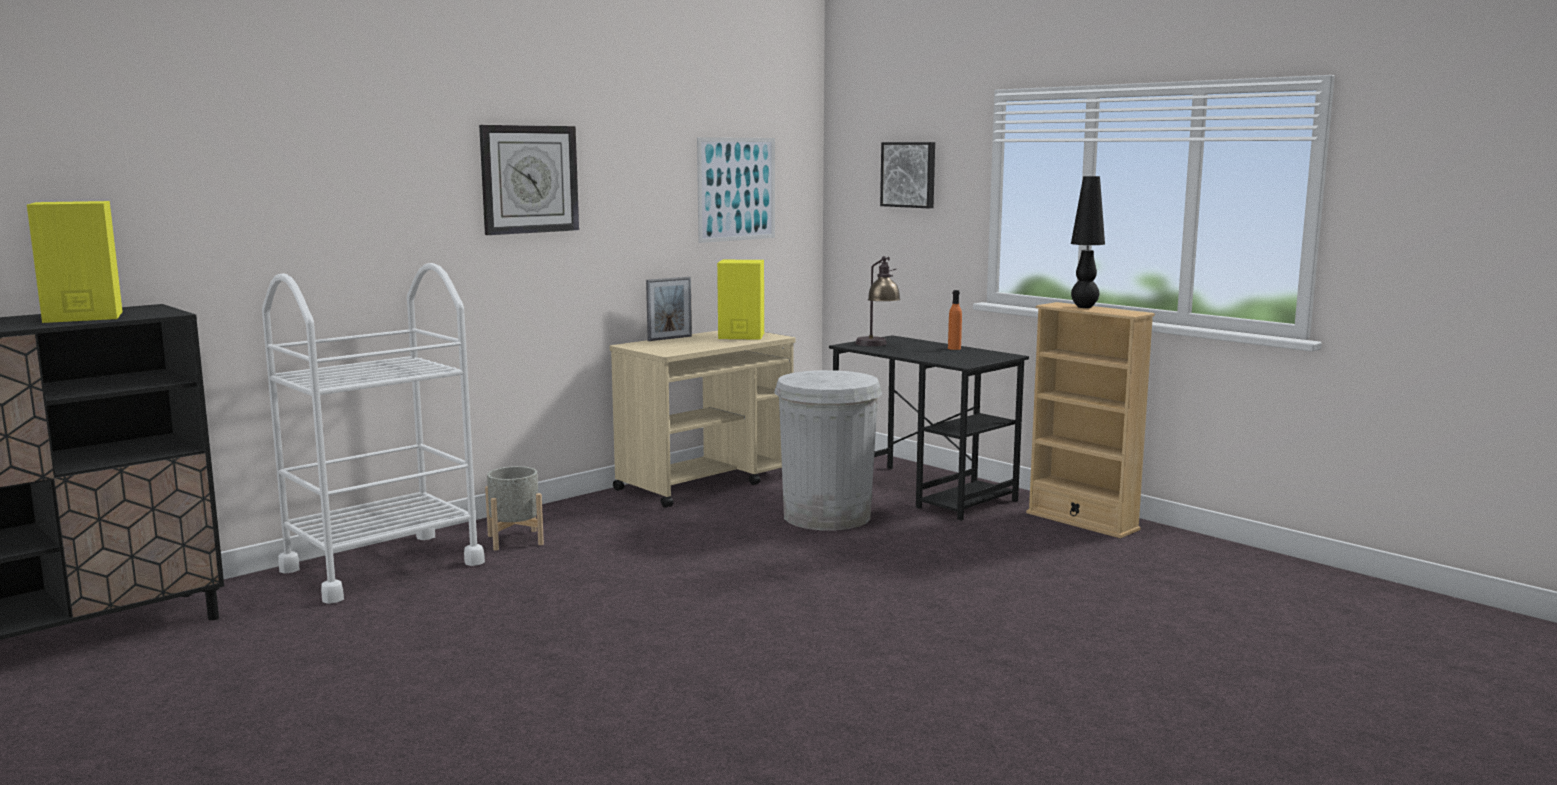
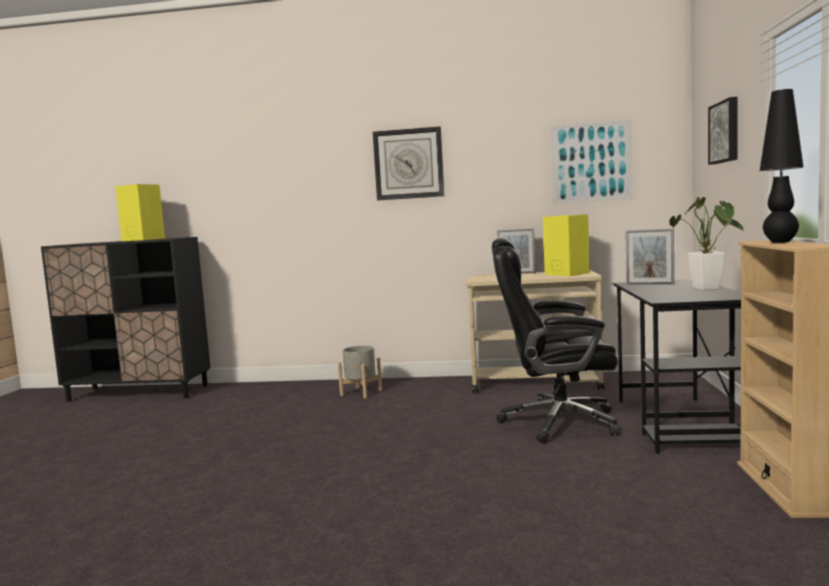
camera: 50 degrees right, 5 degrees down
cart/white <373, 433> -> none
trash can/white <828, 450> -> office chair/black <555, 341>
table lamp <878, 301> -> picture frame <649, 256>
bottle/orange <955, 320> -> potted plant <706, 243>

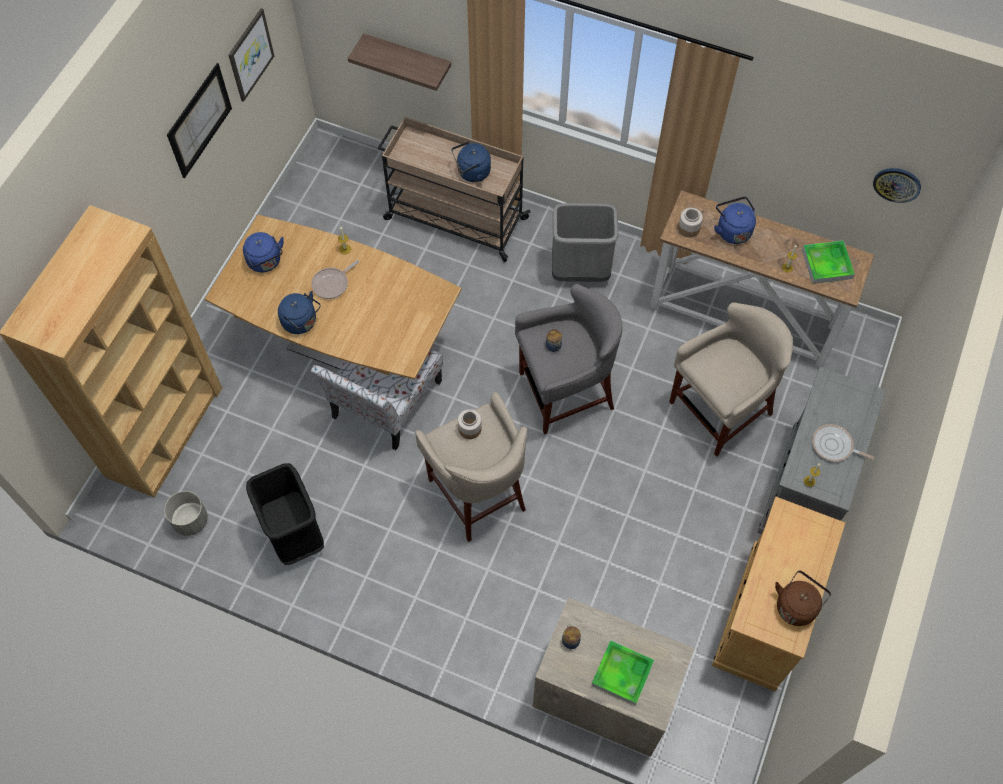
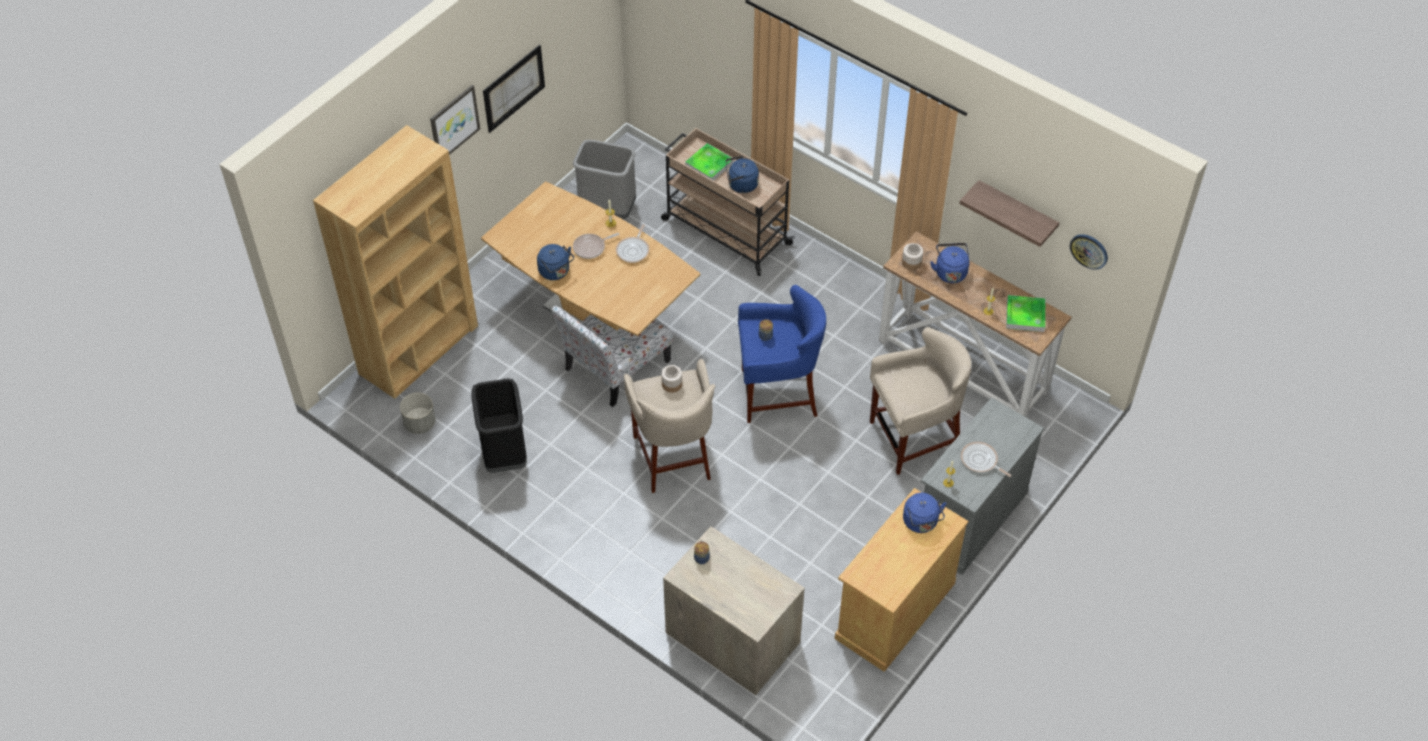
camera: 15 degrees right, 10 degrees down
picture <251, 55> -> picture <455, 120>, relocated
kettle/blue <263, 252> -> kettle/blue <925, 513>, relocated
shelf <399, 62> -> shelf <1009, 213>, relocated
stool/grey <568, 359> -> stool/blue <782, 354>
trash can/grey <585, 242> -> trash can/grey <604, 179>, relocated
tray <623, 673> -> tray <709, 162>, relocated
kettle/brown <803, 598> -> none
none -> frying pan <632, 243>

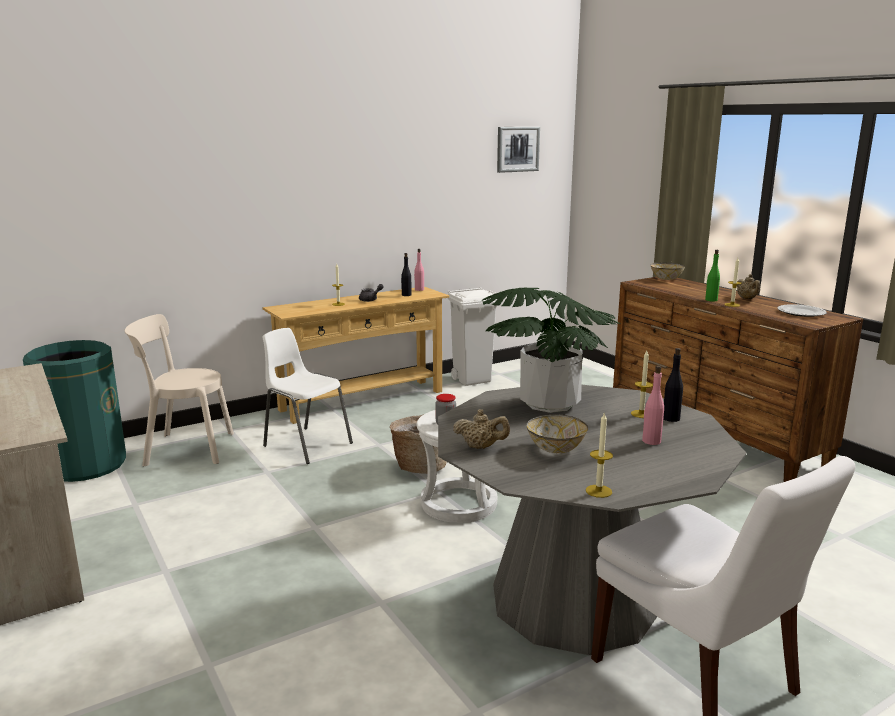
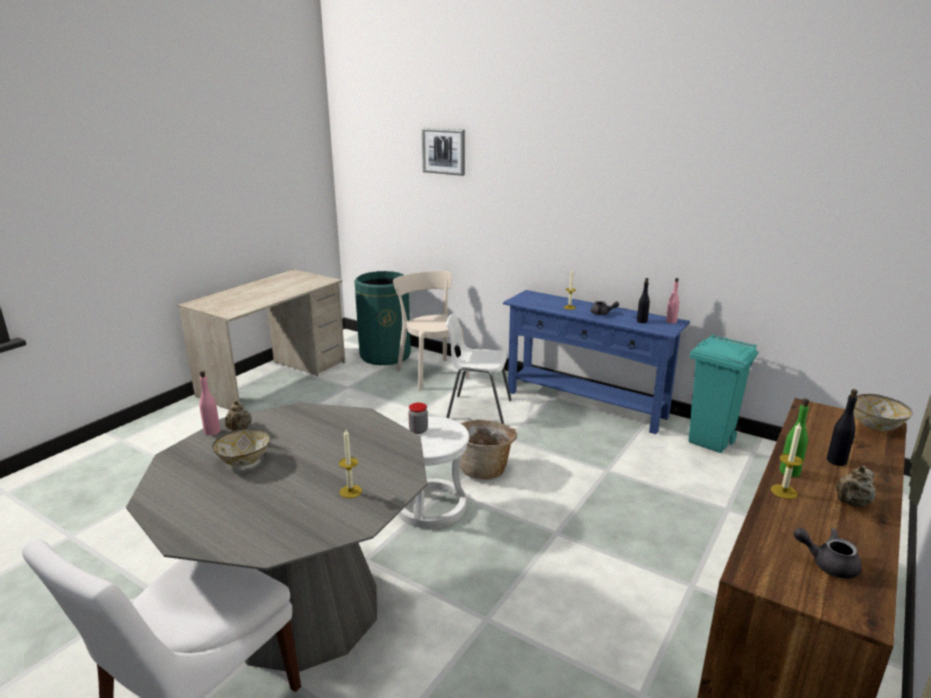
camera: 65 degrees right, 5 degrees up
console table/beige <356, 355> -> console table/blue <596, 362>
chair/white <308, 396> -> chair/white <479, 368>, 90 degrees counterclockwise
trash can/white <475, 336> -> trash can/turquoise <723, 393>
potted plant <551, 350> -> none
picture <518, 150> -> picture <443, 152>, relocated
candle <599, 455> -> none
bottle/pink <653, 405> -> bottle/pink <209, 403>, relocated
bottle/black <673, 385> -> bottle/black <842, 427>, relocated
plate <802, 310> -> teapot/grey <827, 553>

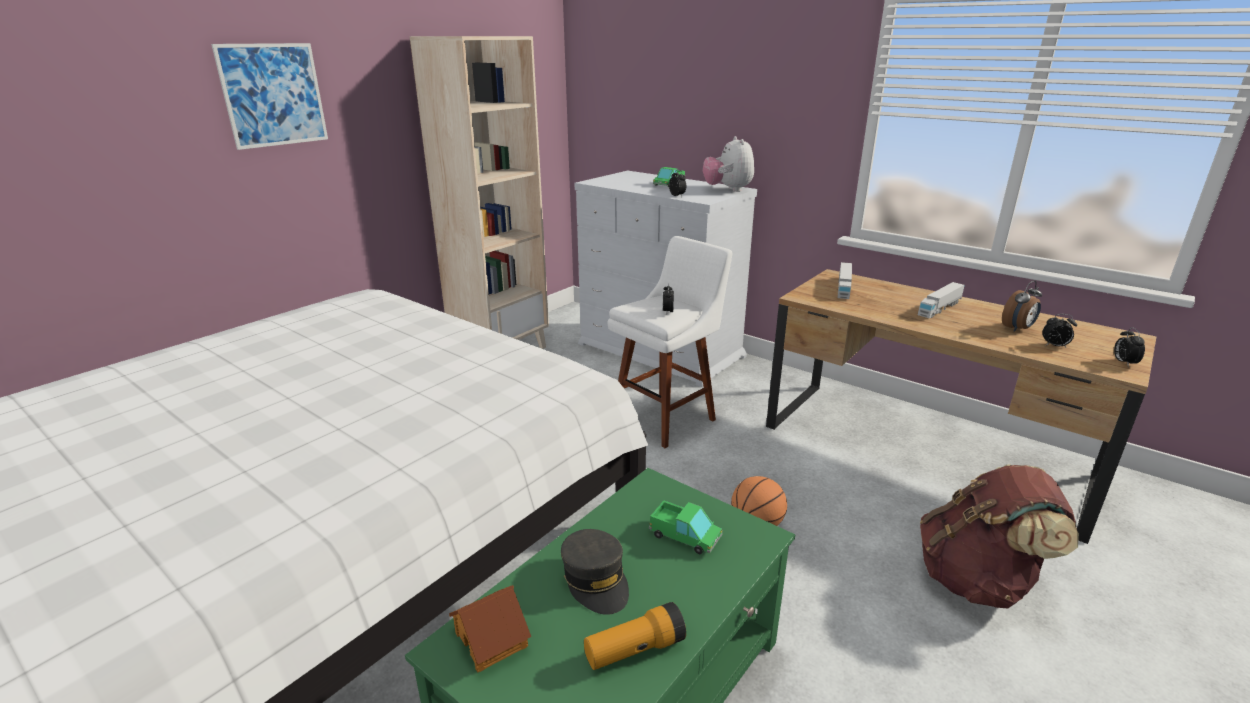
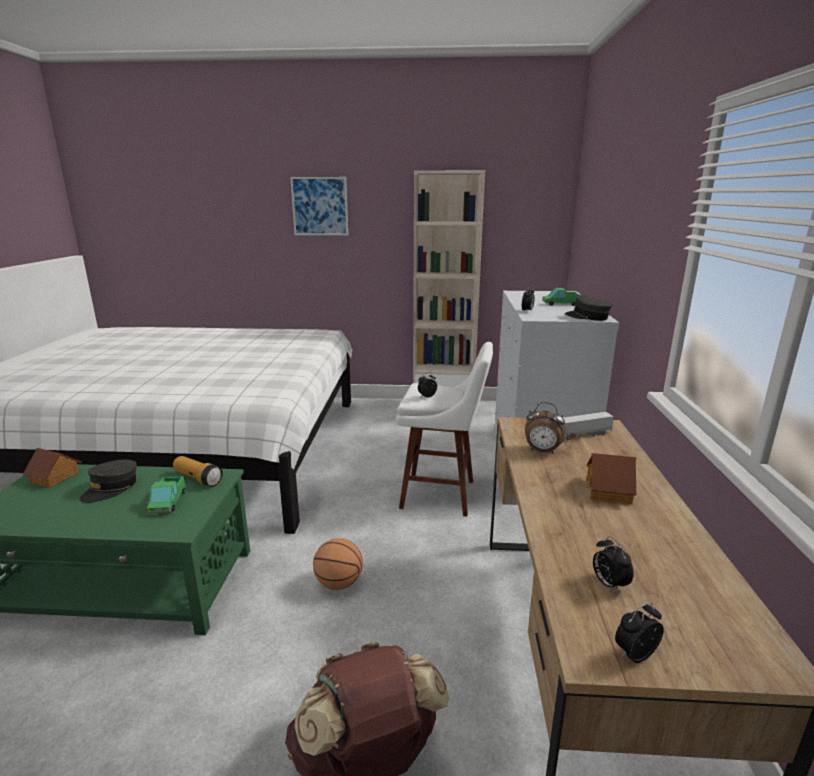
camera: 55 degrees right, 5 degrees down
flashlight <635, 636> -> flashlight <198, 471>, relocated
plush toy <728, 164> -> cap/grey <588, 308>
toy truck <941, 300> -> toy house <611, 478>
alarm clock <1022, 306> -> alarm clock <545, 428>, relocated

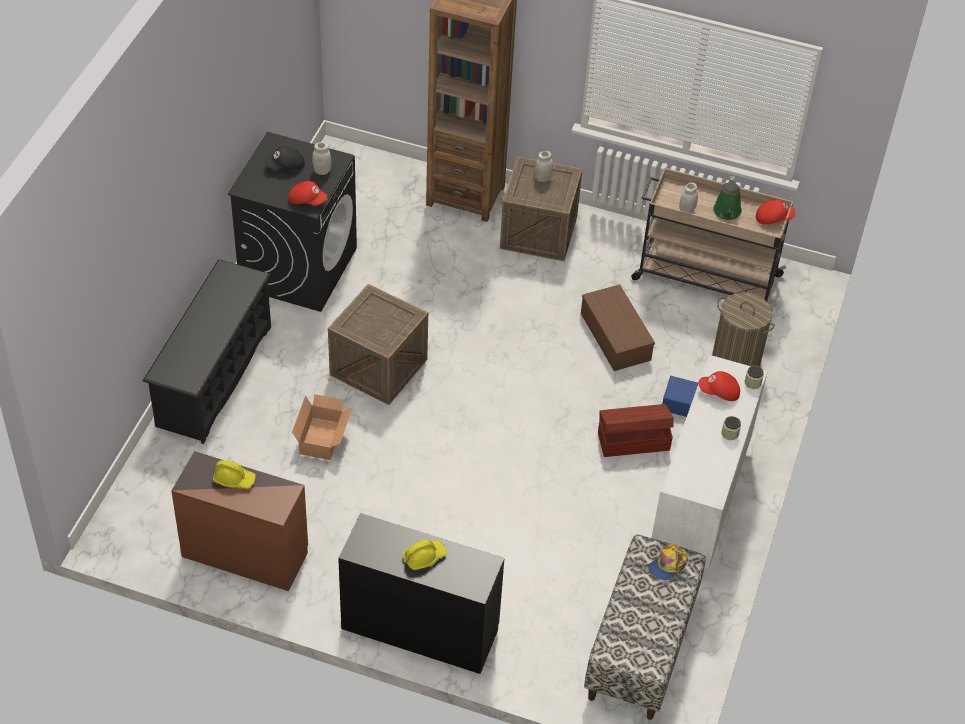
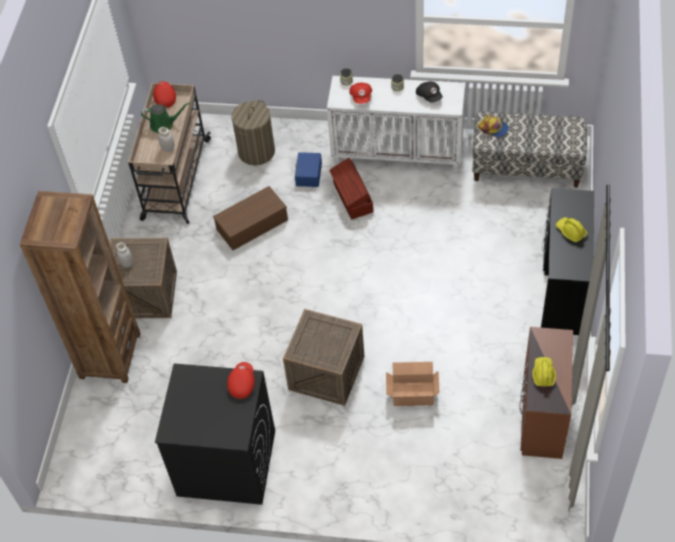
camera: 95 degrees left, 5 degrees up
shoe rack/black <207, 351> -> none
cap/black <285, 158> -> cap/black <429, 92>, relocated
jar/white <322, 158> -> none

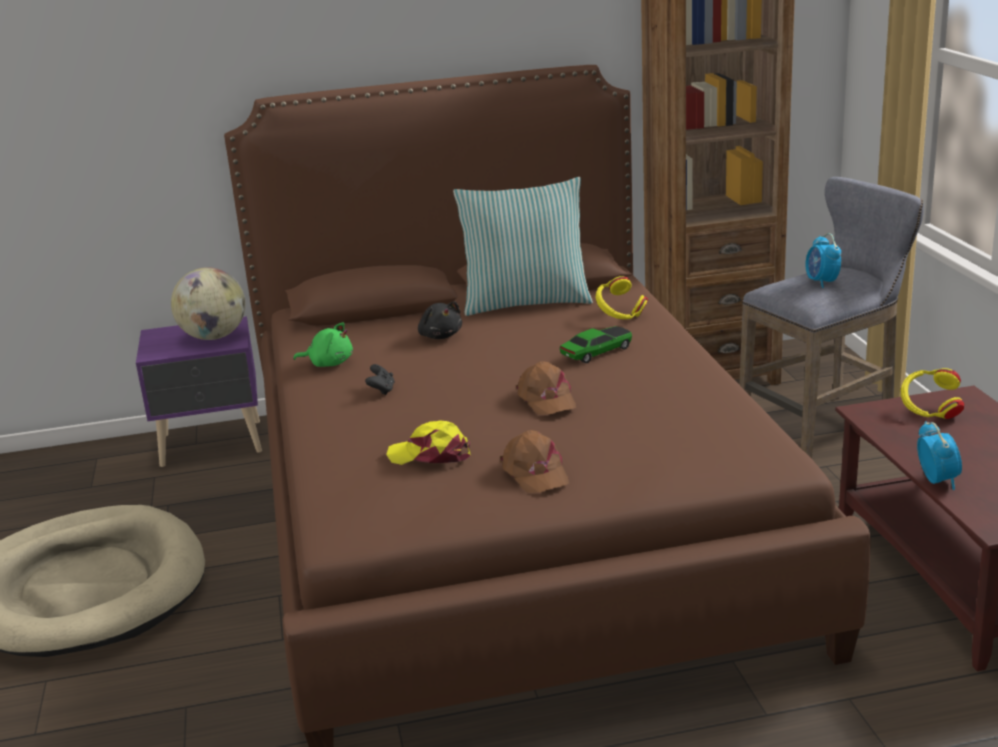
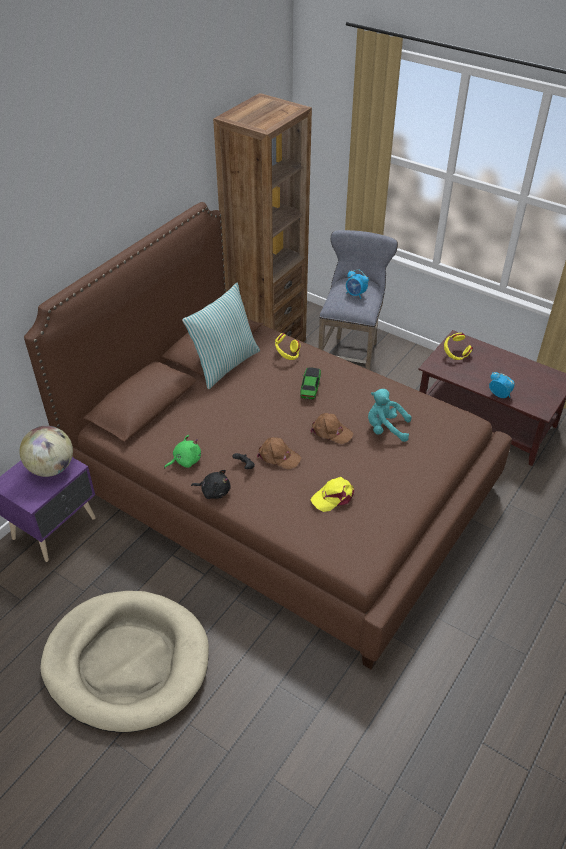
camera: 45 degrees left, 20 degrees up
plush toy/black <440, 320> -> plush toy/black <211, 484>, relocated
cap/brown <534, 461> -> cap/brown <279, 453>, relocated
none -> plush toy/turquoise <390, 415>

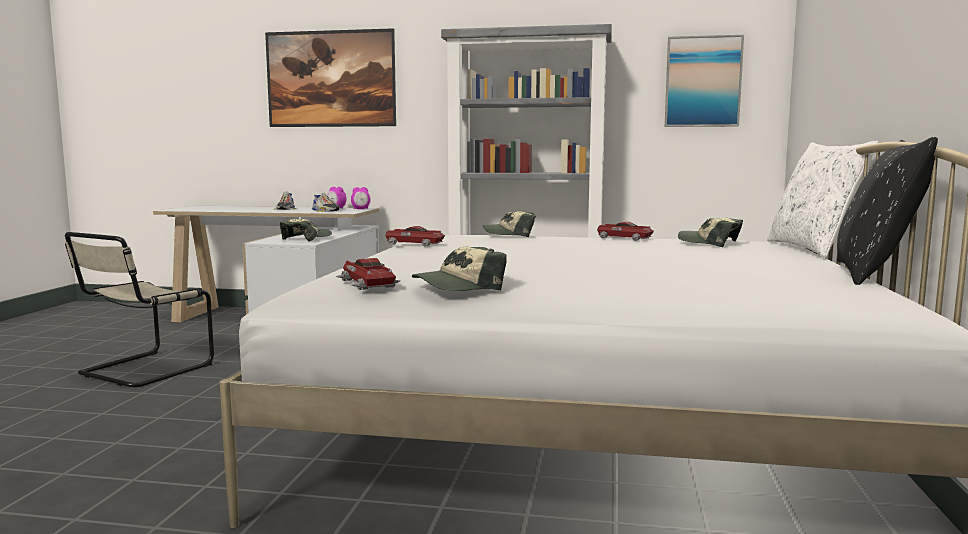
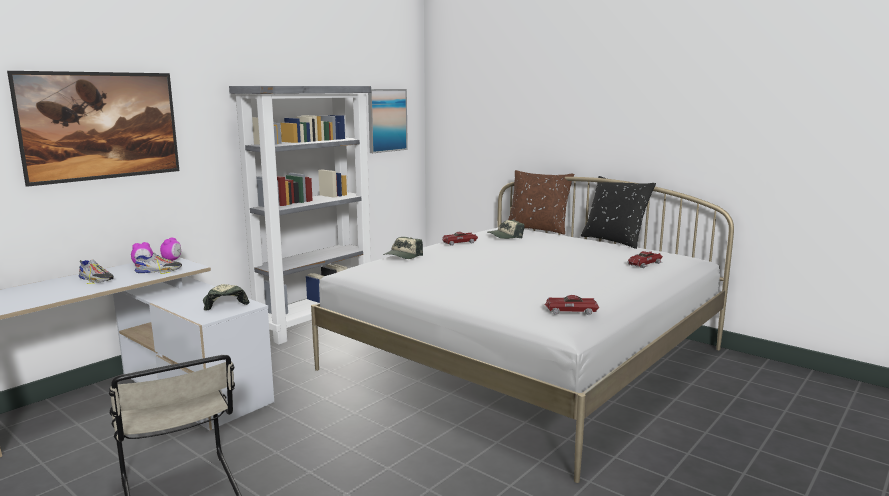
camera: 60 degrees left, 5 degrees up
toy car <415, 236> -> toy car <645, 259>, relocated
cap <459, 269> -> none
pillow/white <822, 199> -> pillow/brown <541, 202>

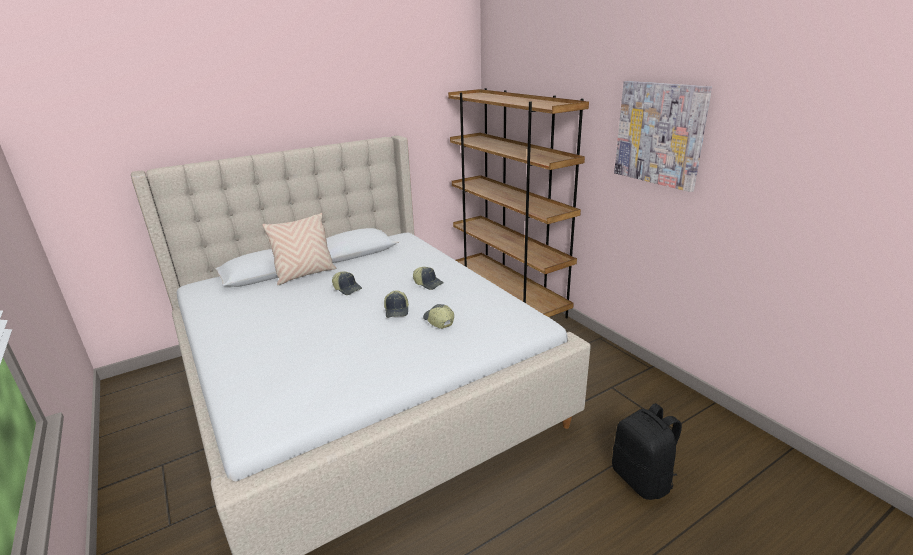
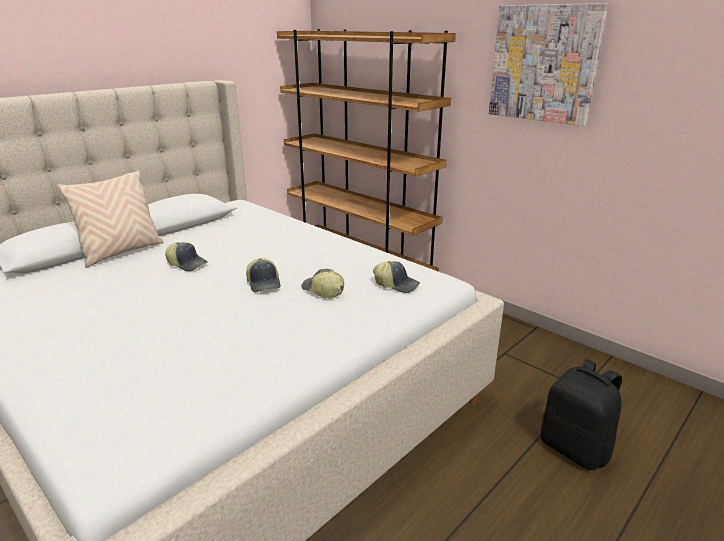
camera: 15 degrees left, 0 degrees up
cap <428, 278> -> cap <396, 277>, relocated

